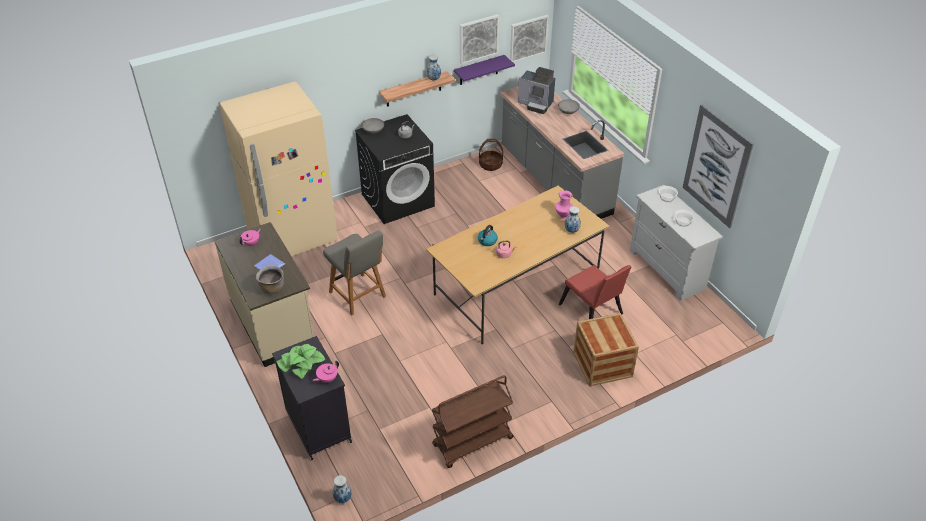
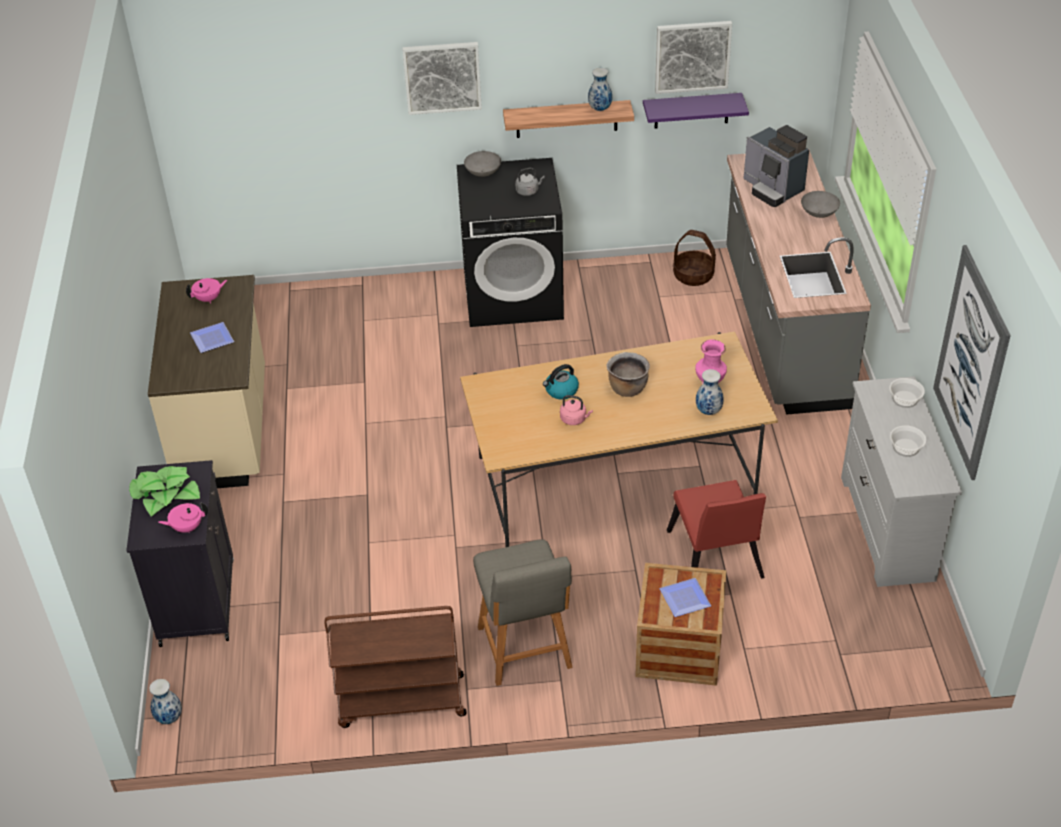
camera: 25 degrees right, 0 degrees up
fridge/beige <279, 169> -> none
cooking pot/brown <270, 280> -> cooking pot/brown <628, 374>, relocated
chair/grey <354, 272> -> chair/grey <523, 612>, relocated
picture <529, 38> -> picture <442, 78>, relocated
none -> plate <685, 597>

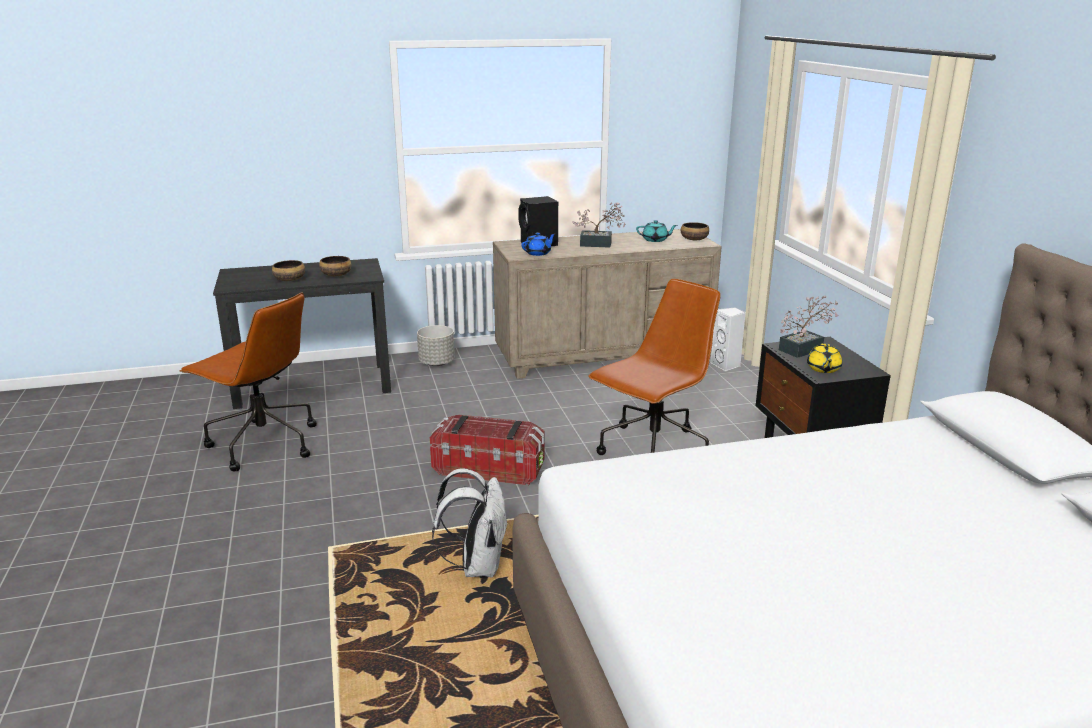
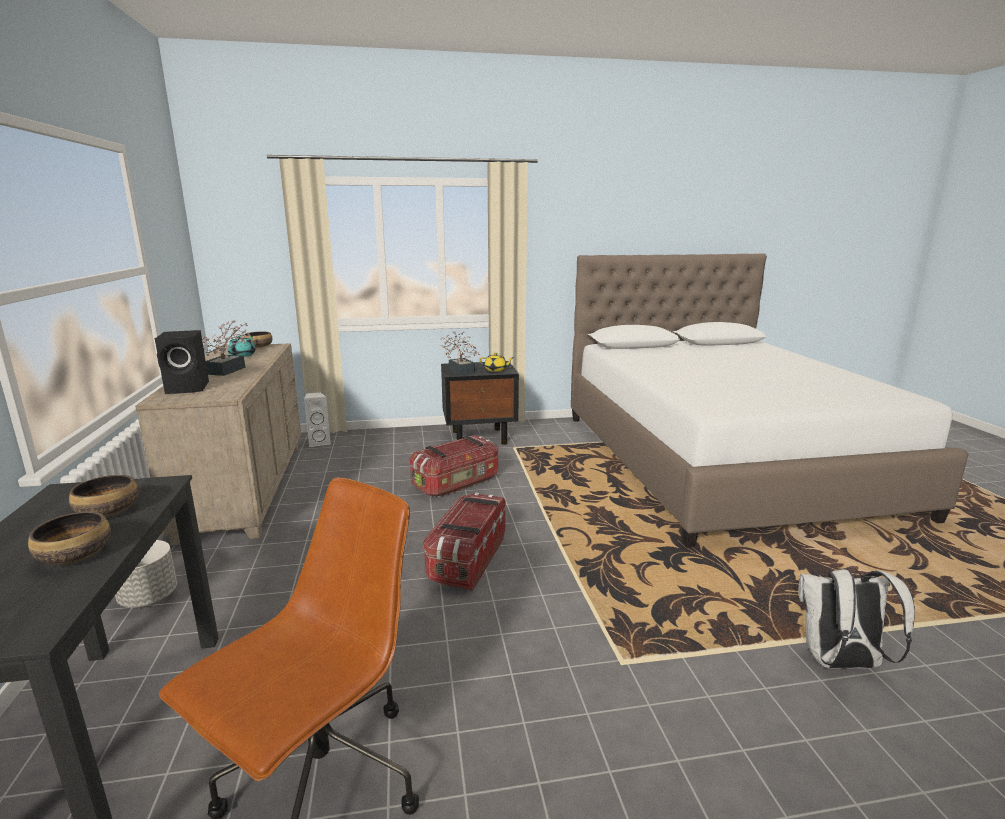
camera: 85 degrees left, 5 degrees down
backpack/white <470, 523> -> backpack/white <856, 617>, relocated
teapot/blue <538, 244> -> none
office chair/brown <654, 367> -> storage box <454, 466>

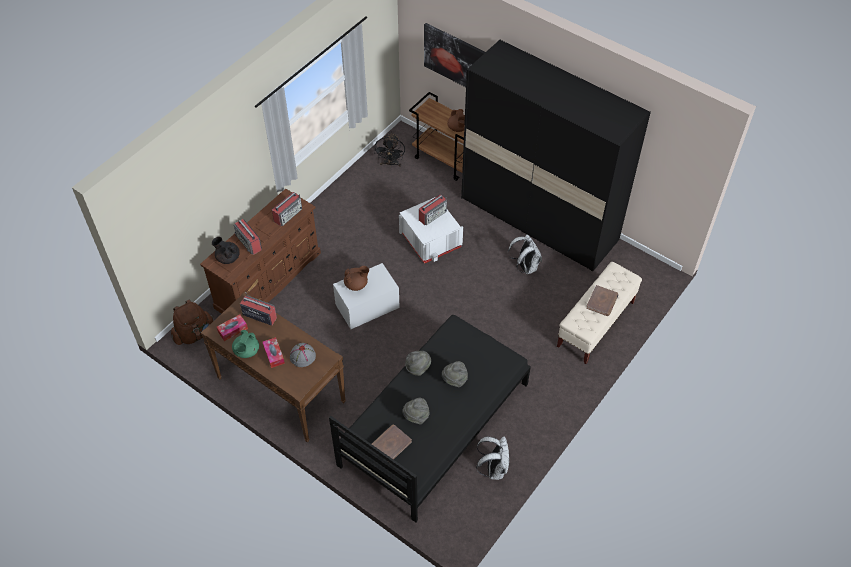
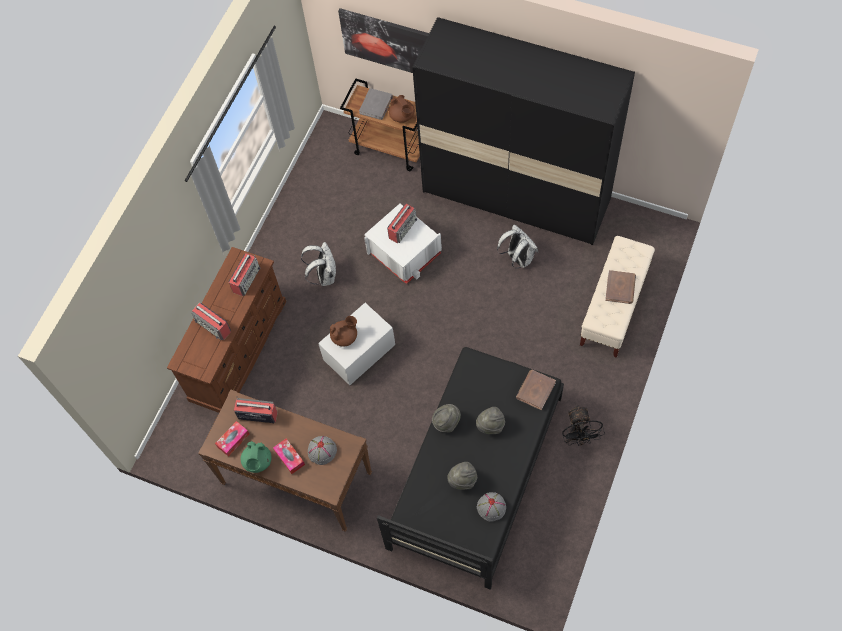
camera: 10 degrees left, 10 degrees up
backpack/brown <192, 322> -> none
teapot/black <226, 250> -> none
book/brown <392, 444> -> book/brown <536, 390>, relocated
fan/black <389, 149> -> fan/black <583, 426>, relocated
backpack/white <493, 458> -> backpack/white <318, 264>, relocated
none -> book/grey <376, 104>
none -> hat/grey <491, 507>

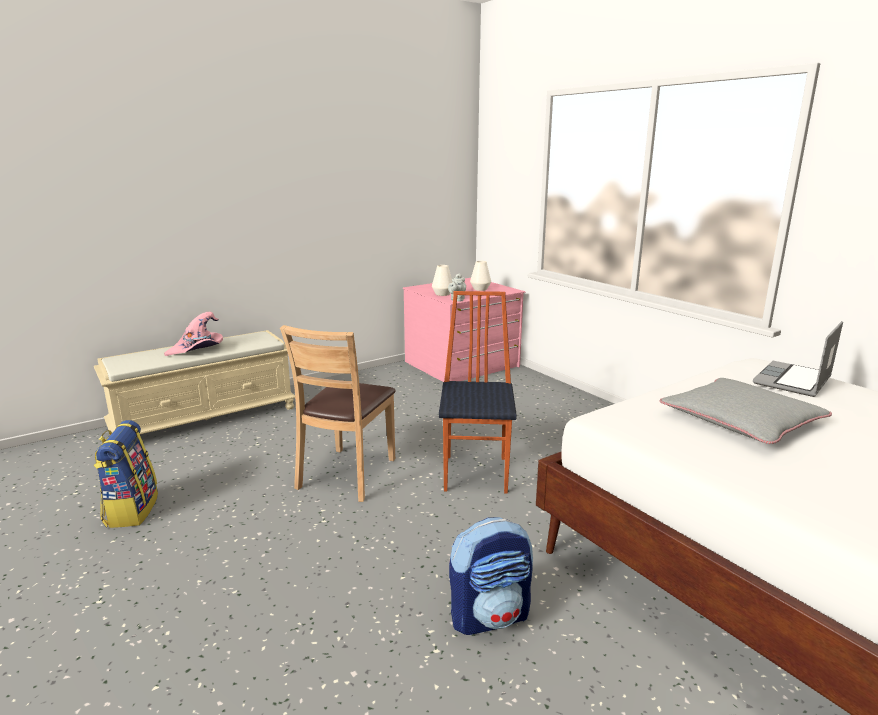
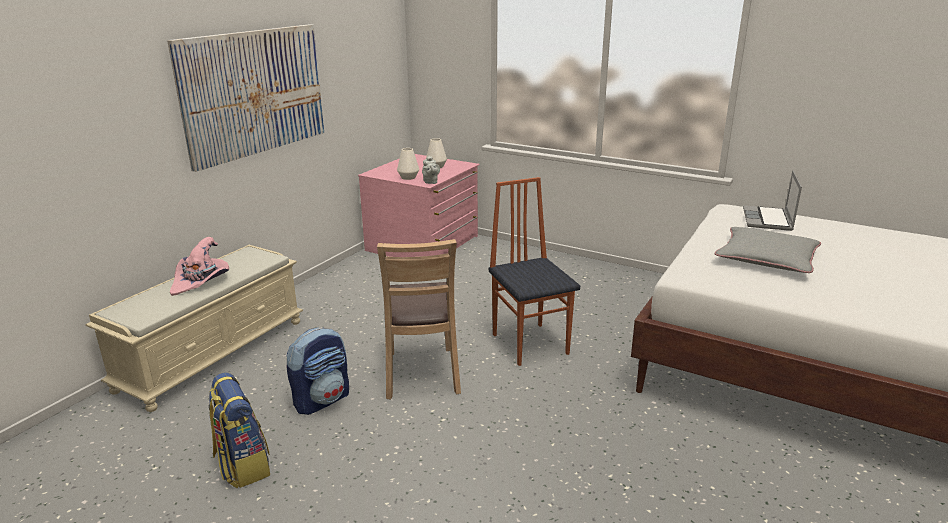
camera: 25 degrees left, 5 degrees up
backpack <491, 576> -> backpack <317, 371>, relocated
none -> picture <245, 98>

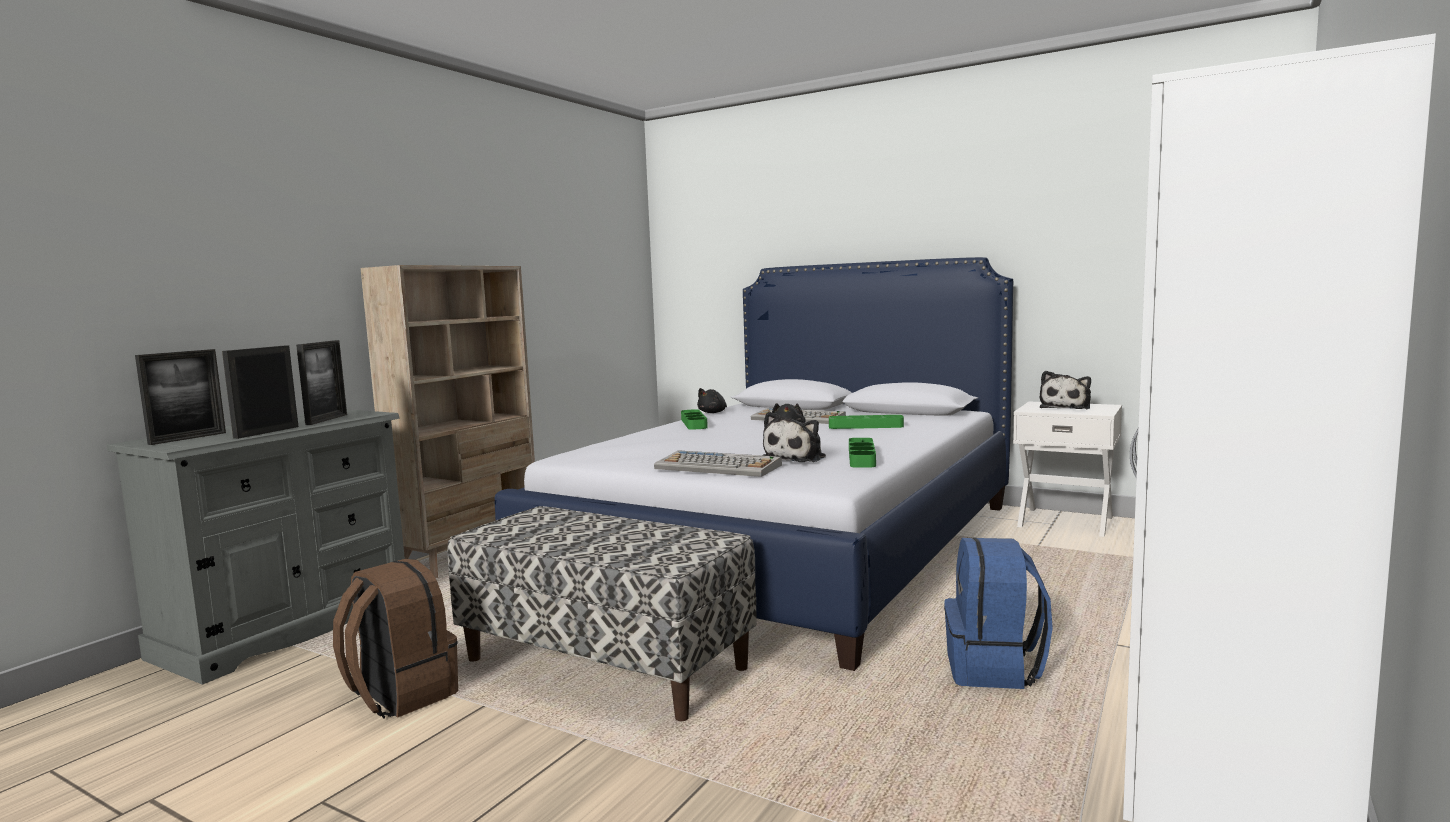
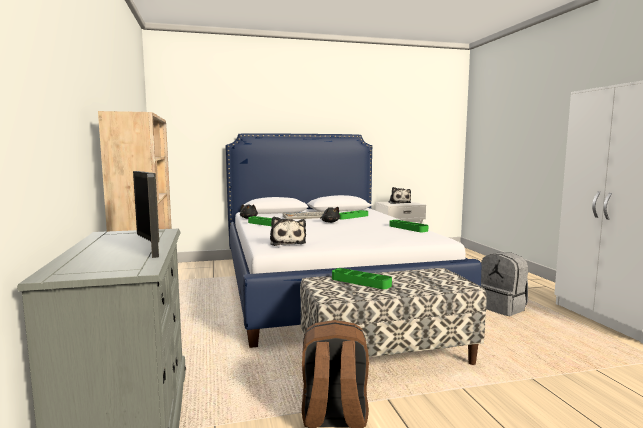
camera: 45 degrees left, 0 degrees up
picture frame <180, 397> -> none
keyboard <718, 463> -> none
plush toy <794, 437> -> plush toy <288, 231>, relocated
backpack/blue <998, 613> -> backpack/grey <504, 284>
none -> tray/green <362, 278>

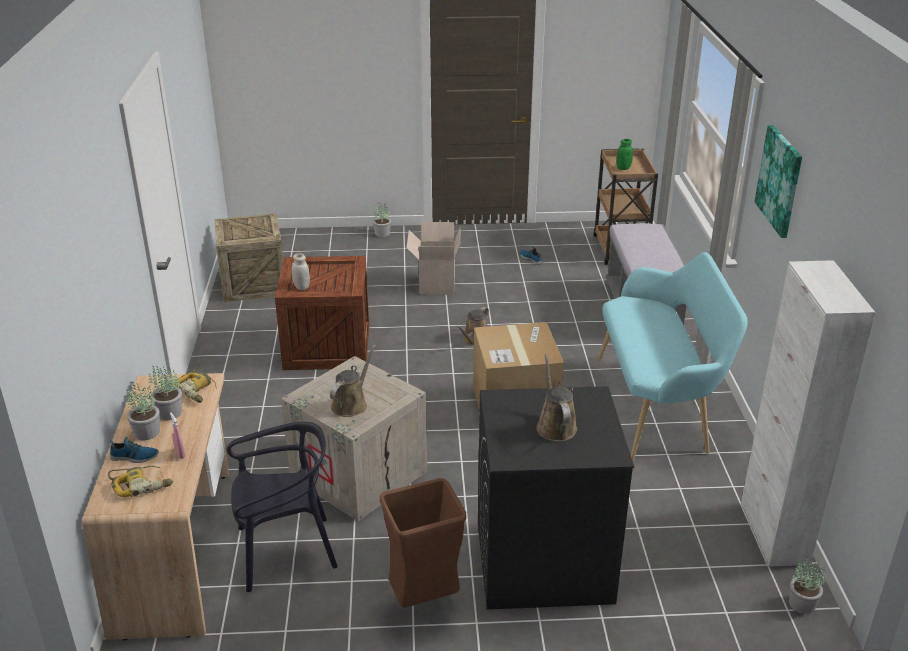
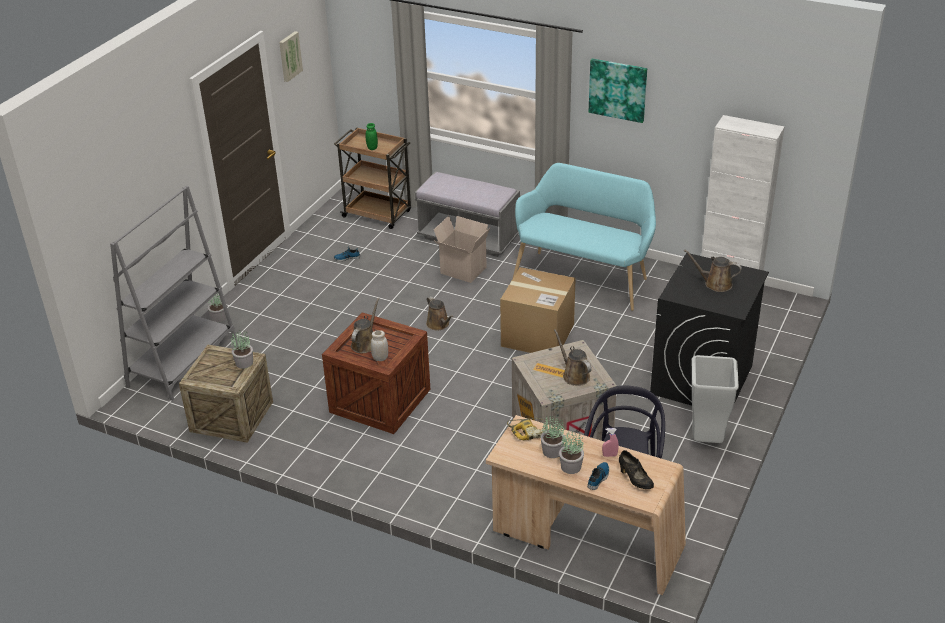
camera: 60 degrees left, 5 degrees up
power drill <140, 481> -> shoe/black <636, 469>
trash can/brown <423, 543> -> trash can/grey <715, 399>
cardboard box <433, 258> -> cardboard box <461, 249>, relocated
potted plant <807, 585> -> potted plant <242, 349>, relocated
none -> bookcase/grey <173, 293>
none -> picture <291, 56>
none -> watering can/brown <365, 325>

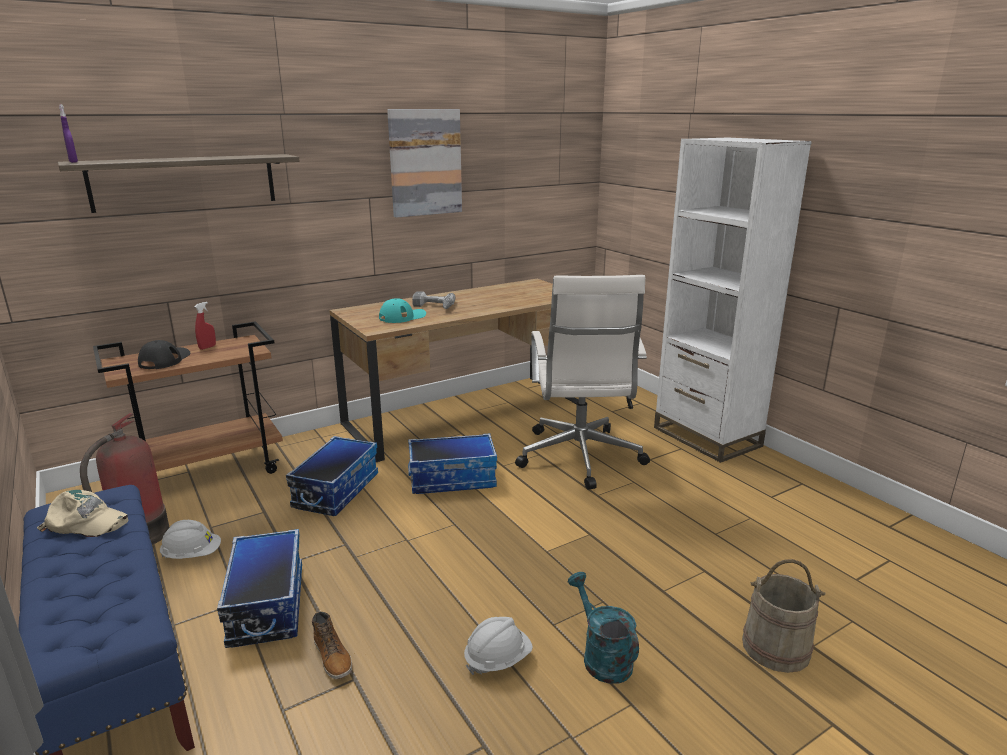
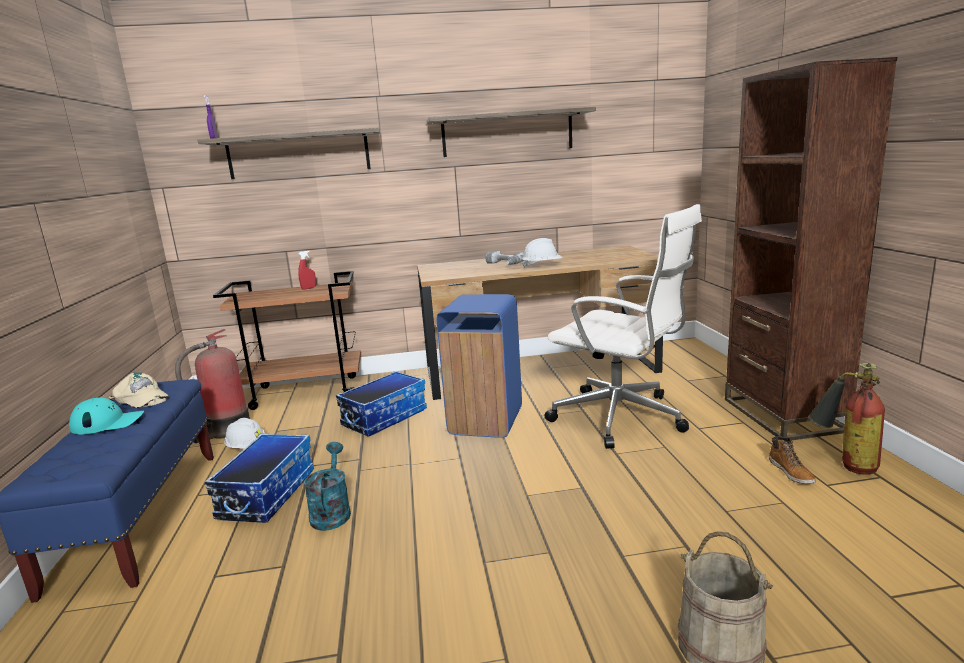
camera: 25 degrees right, 5 degrees down
cap/black <164, 354> -> none
boot <332, 645> -> boot <792, 460>, relocated
cap/turquoise <402, 310> -> cap/turquoise <106, 416>, relocated
picture <424, 163> -> shelf <511, 132>
storage box <452, 463> -> trash can/blue <479, 366>
hard hat/white <498, 646> -> hard hat/white <542, 253>, relocated
office chair/white <582, 382> -> office chair/white <623, 326>, 75 degrees counterclockwise
watering can/turquoise <603, 628> -> watering can/turquoise <327, 486>, relocated
bookcase/white <733, 300> -> bookcase/brown <811, 249>
none -> fire extinguisher <846, 419>

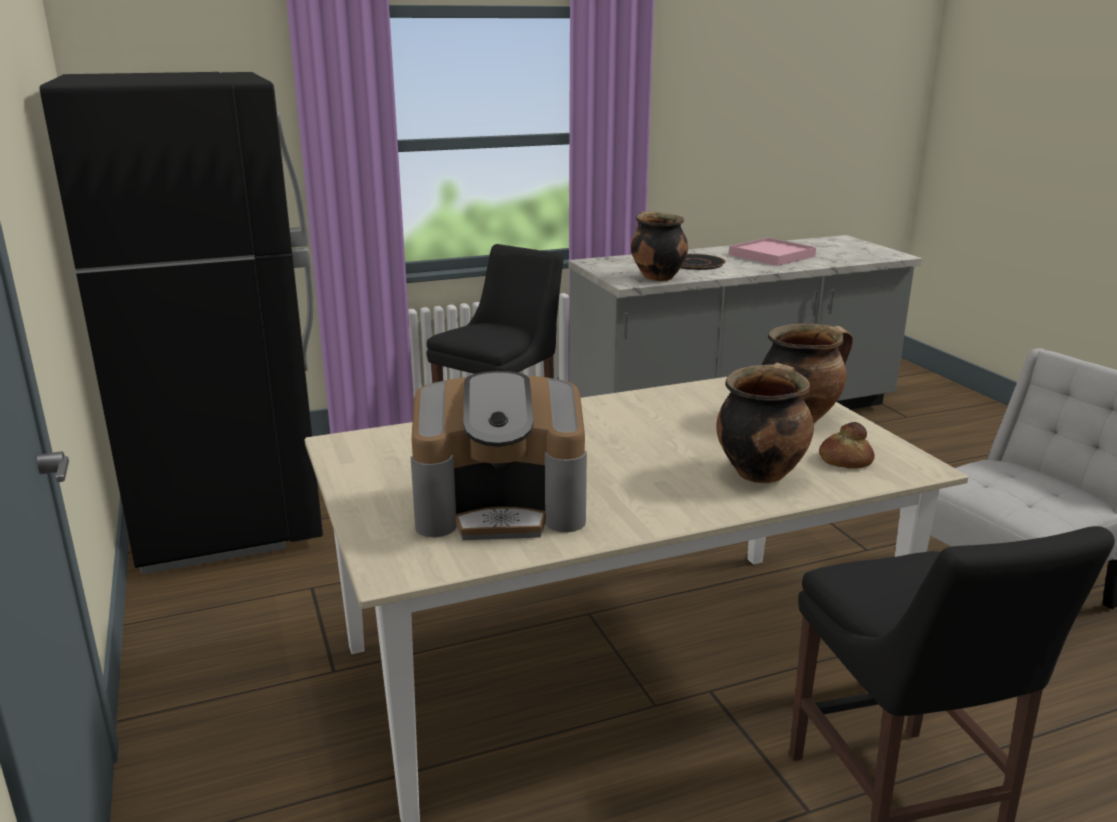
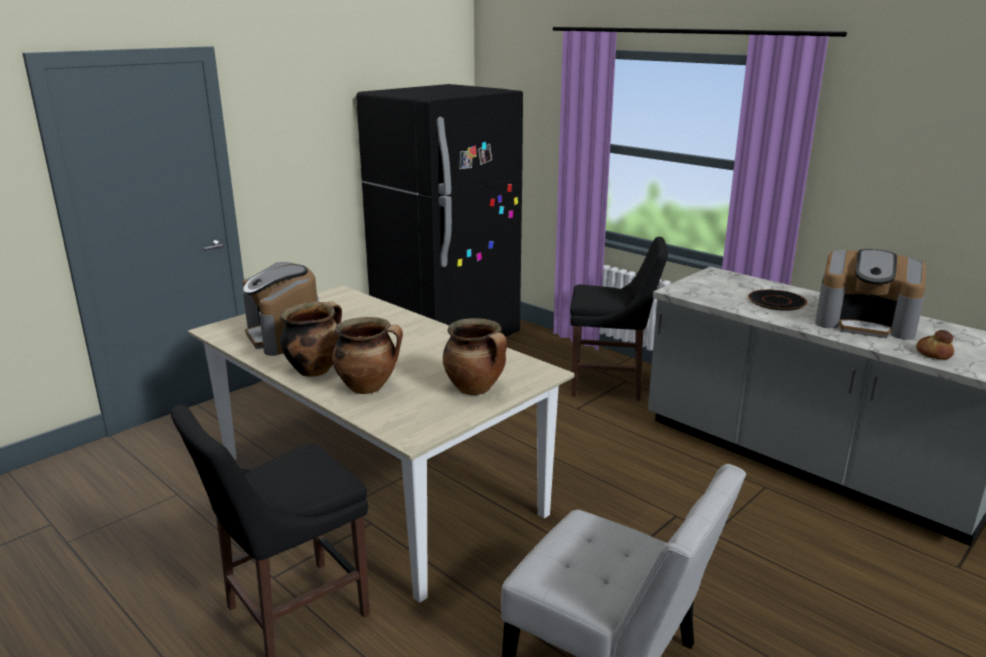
camera: 65 degrees right, 0 degrees up
cooking pot <659, 246> -> cooking pot <311, 339>, relocated
tray/pink <772, 252> -> coffee machine <870, 294>
bread <847, 445> -> bread <935, 345>, relocated

